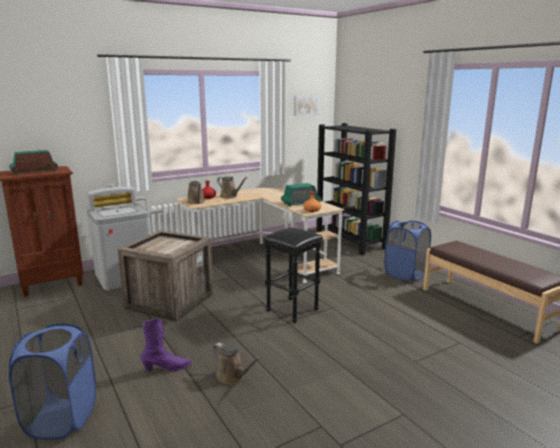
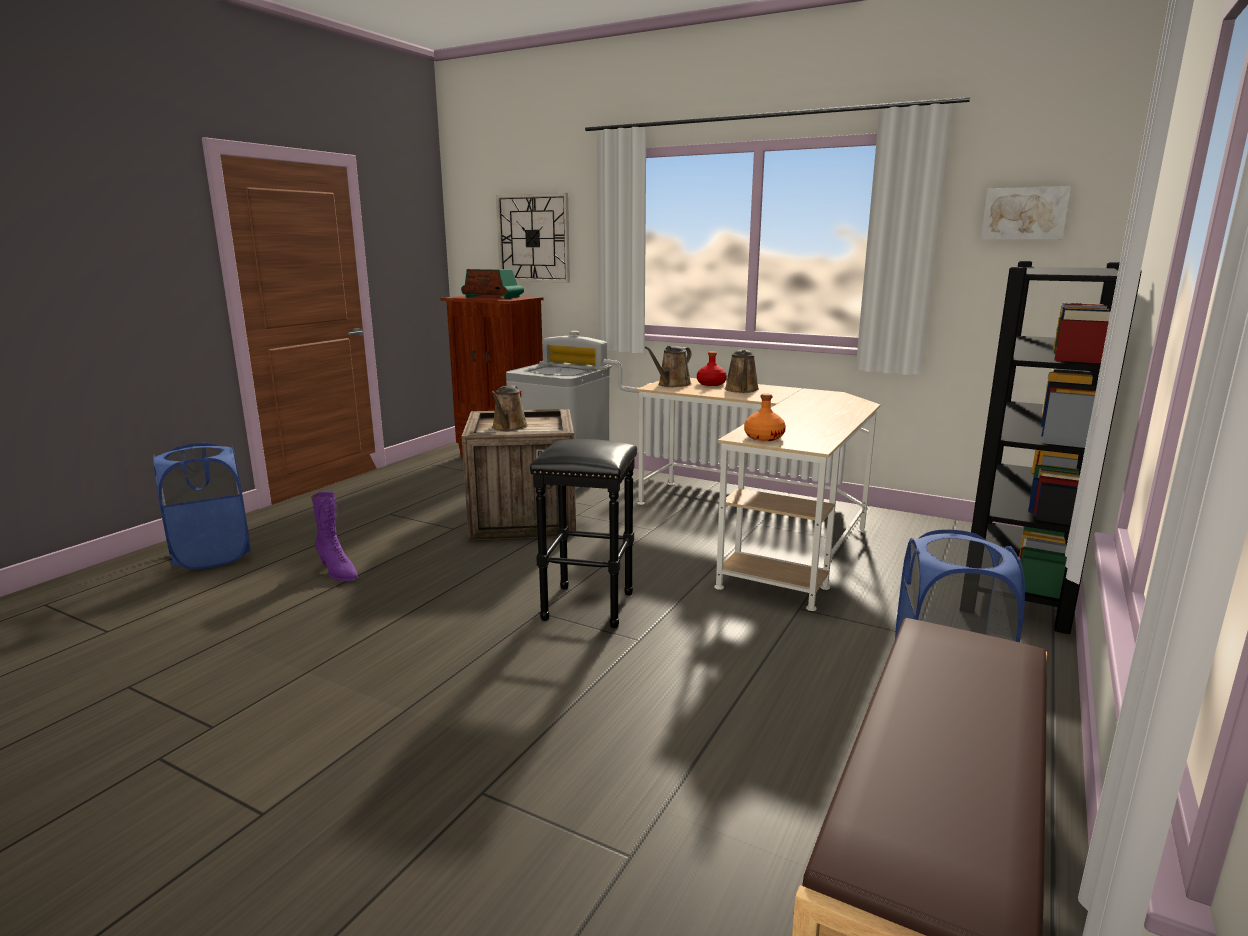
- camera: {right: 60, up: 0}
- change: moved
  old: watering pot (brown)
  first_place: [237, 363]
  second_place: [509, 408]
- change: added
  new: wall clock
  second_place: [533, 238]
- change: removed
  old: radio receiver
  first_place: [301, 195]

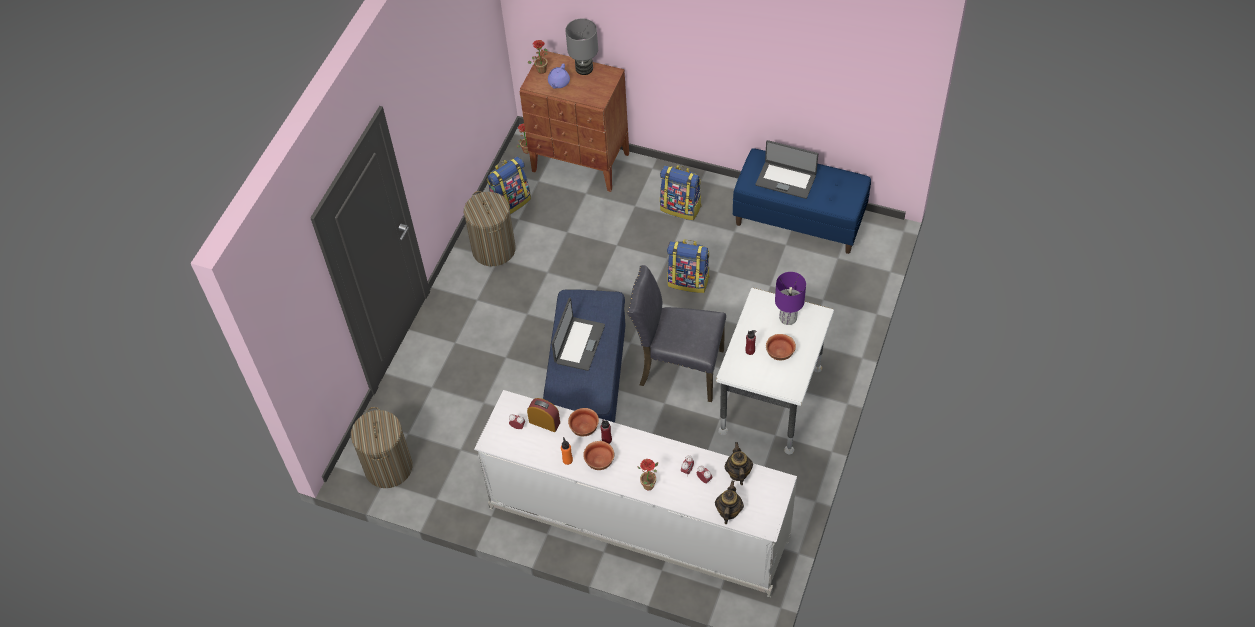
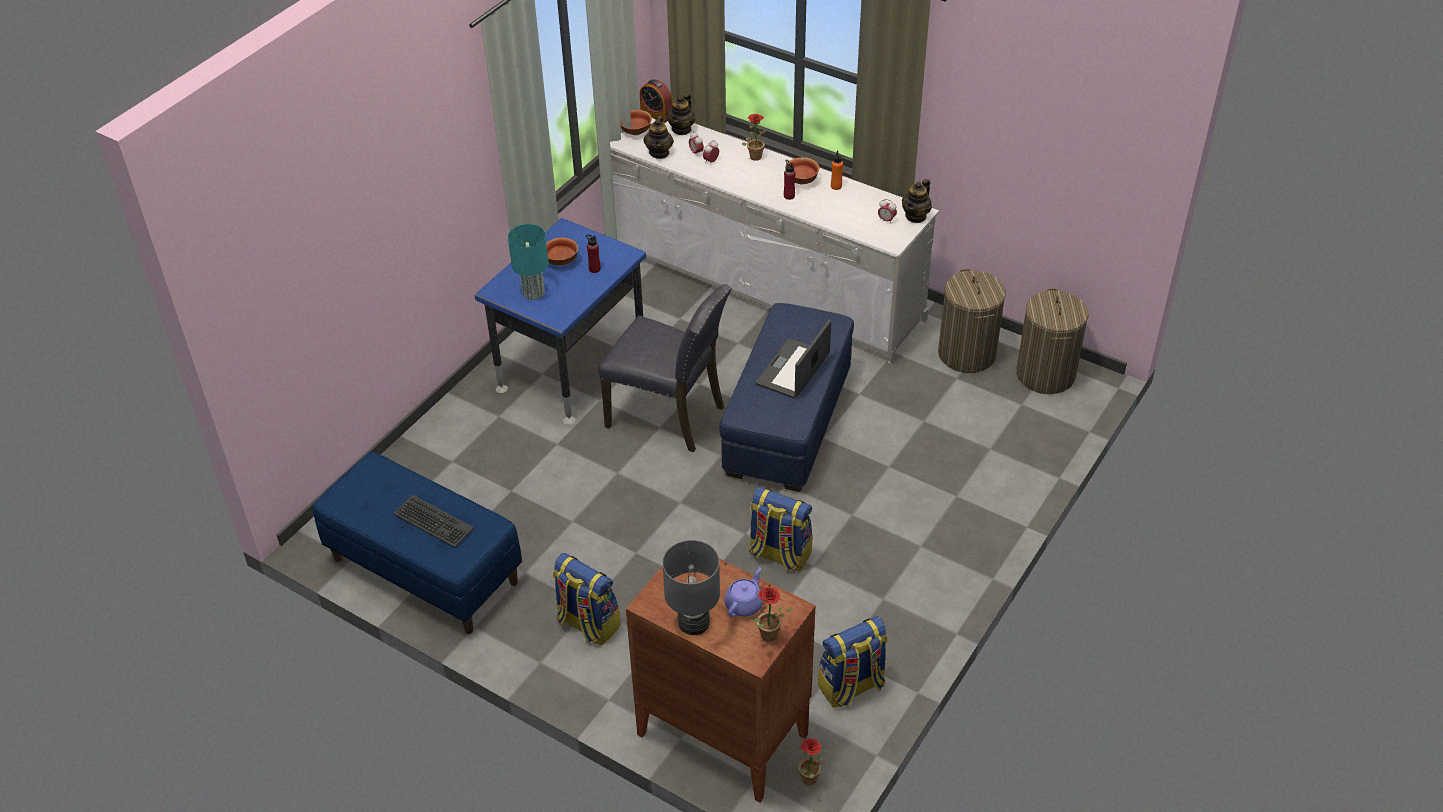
- camera: {right: -170, up: -10}
- change: replaced
  old: portable computer
  new: keyboard
  first_place: [787, 169]
  second_place: [433, 521]
- change: recoloured
  old: desk unit (white-coloured)
  new: desk unit (blue)
  first_place: [775, 371]
  second_place: [560, 321]
- change: recoloured
  old: tabletop lamp (purple)
  new: tabletop lamp (turquoise)
  first_place: [790, 298]
  second_place: [528, 262]
- change: moved
  old: bowl
  first_place: [583, 422]
  second_place: [636, 122]
- change: moved
  old: table clock
  first_place: [543, 415]
  second_place: [656, 101]
- change: moved
  old: backpack
  first_place: [688, 266]
  second_place: [781, 529]
- change: added
  new: pot for tea
  second_place: [917, 201]
- change: moved
  old: washing basket
  first_place: [490, 228]
  second_place: [972, 321]

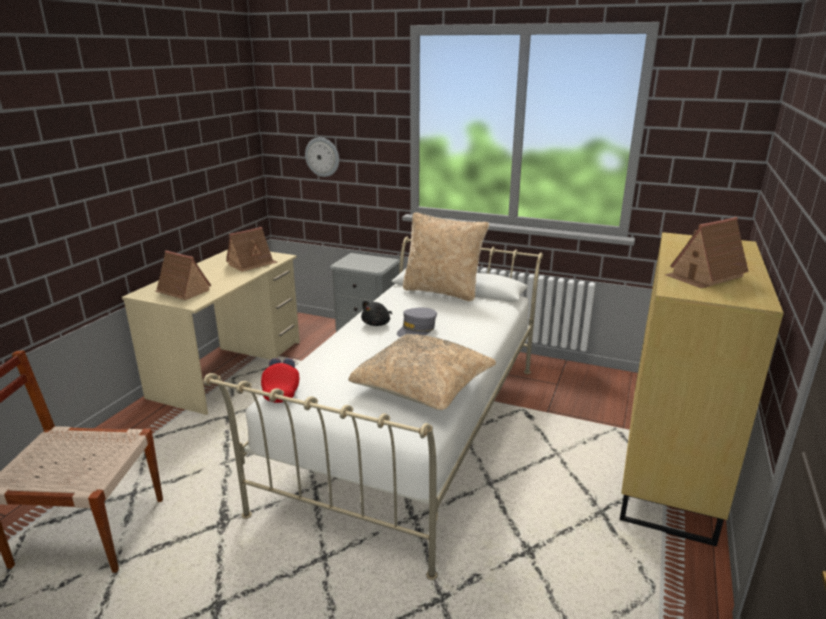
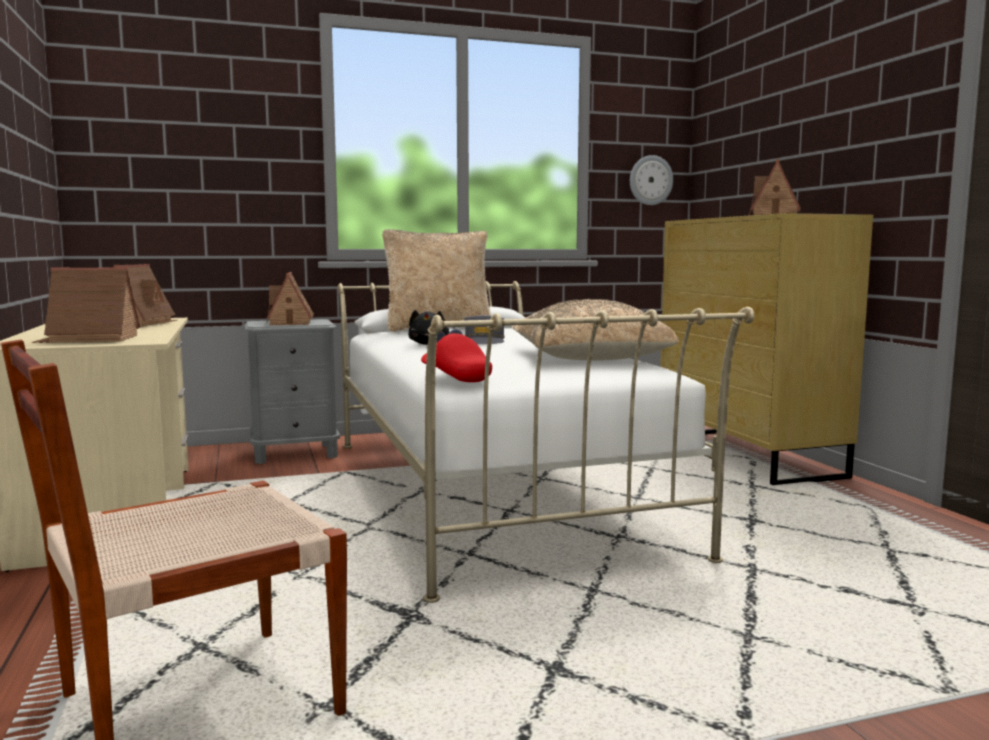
- camera: {right: -40, up: -15}
- change: added
  new: miniature house
  second_place: [290, 298]
- change: moved
  old: wall clock
  first_place: [322, 157]
  second_place: [651, 180]

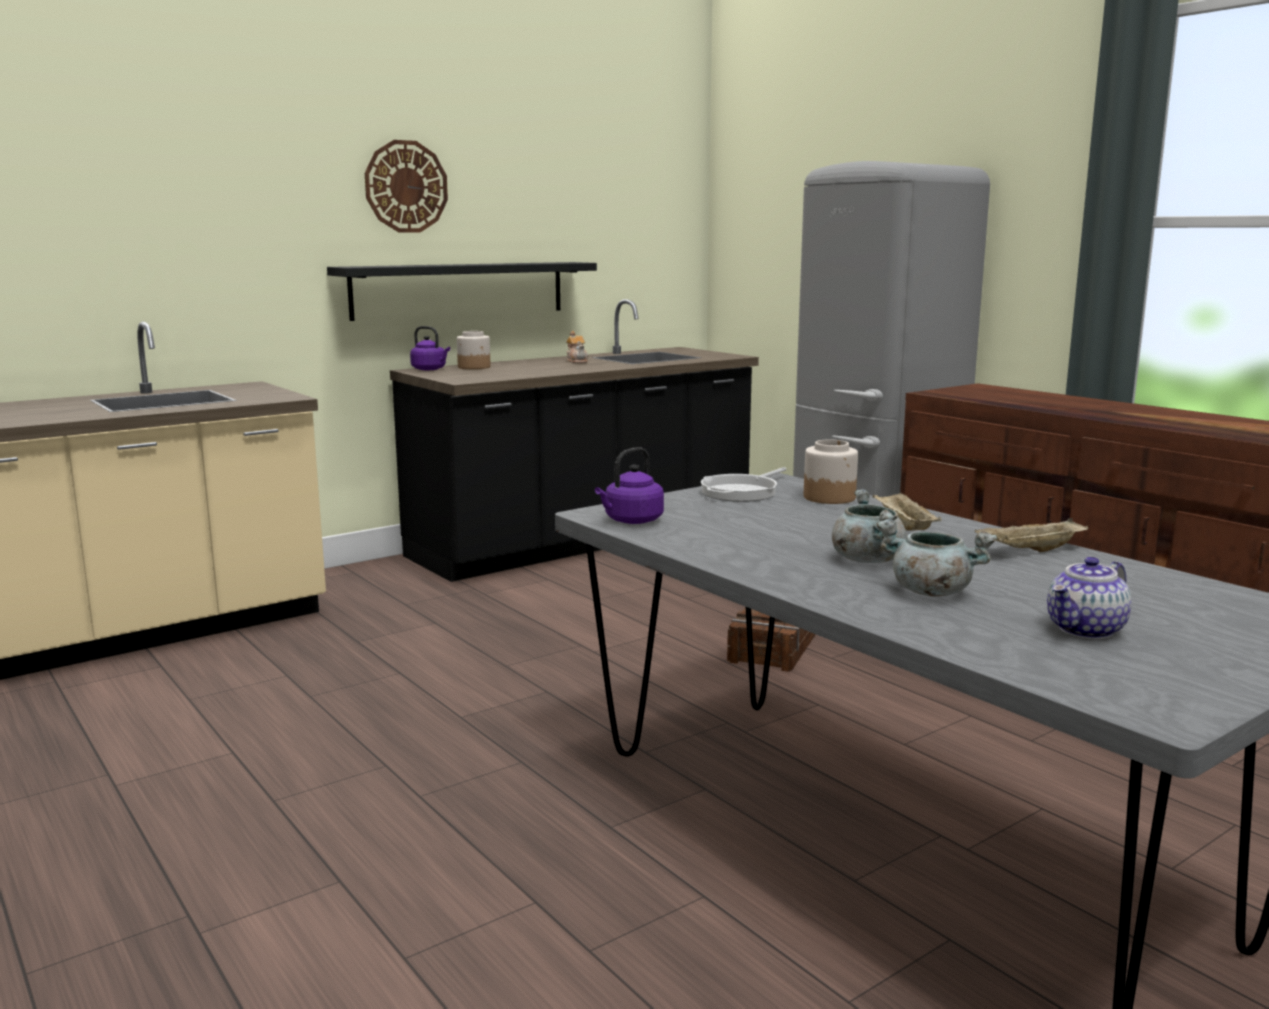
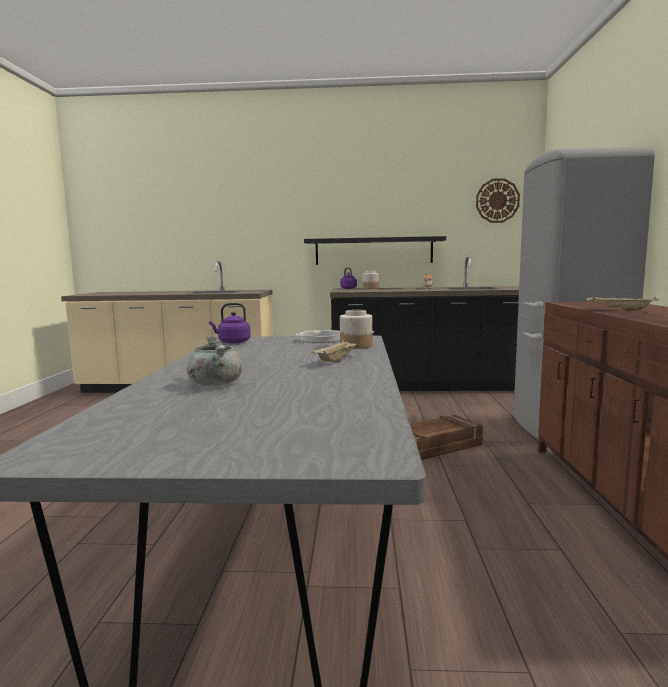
- camera: {right: 40, up: -5}
- change: moved
  old: wall clock
  first_place: [406, 186]
  second_place: [498, 200]
- change: moved
  old: carrying tray (sand-coloured)
  first_place: [1031, 535]
  second_place: [622, 304]
- change: removed
  old: saucepot (greyish)
  first_place: [869, 526]
- change: removed
  old: pot for tea
  first_place: [1089, 598]

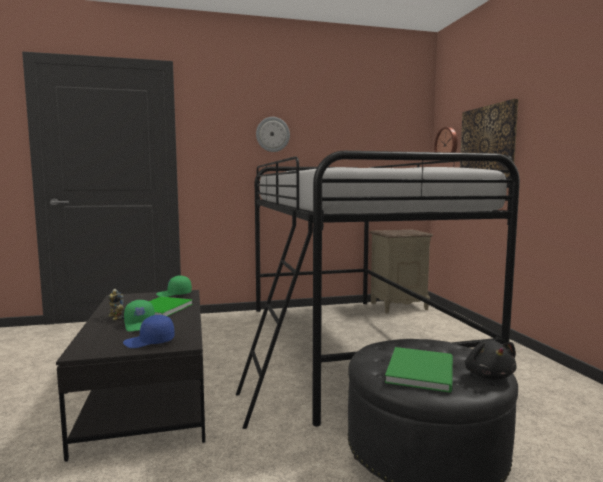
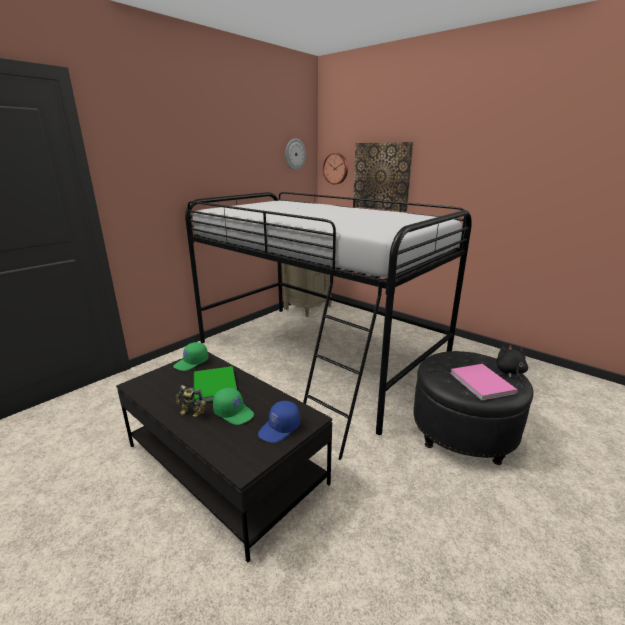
- camera: {right: -35, up: 15}
- change: moved
  old: wall clock
  first_place: [273, 134]
  second_place: [295, 154]
- change: recoloured
  old: volume (green)
  new: volume (pink-coloured)
  first_place: [419, 370]
  second_place: [484, 382]
- change: turned
  old: soft toy (black-coloured)
  first_place: [491, 360]
  second_place: [512, 364]
  degrees: -135

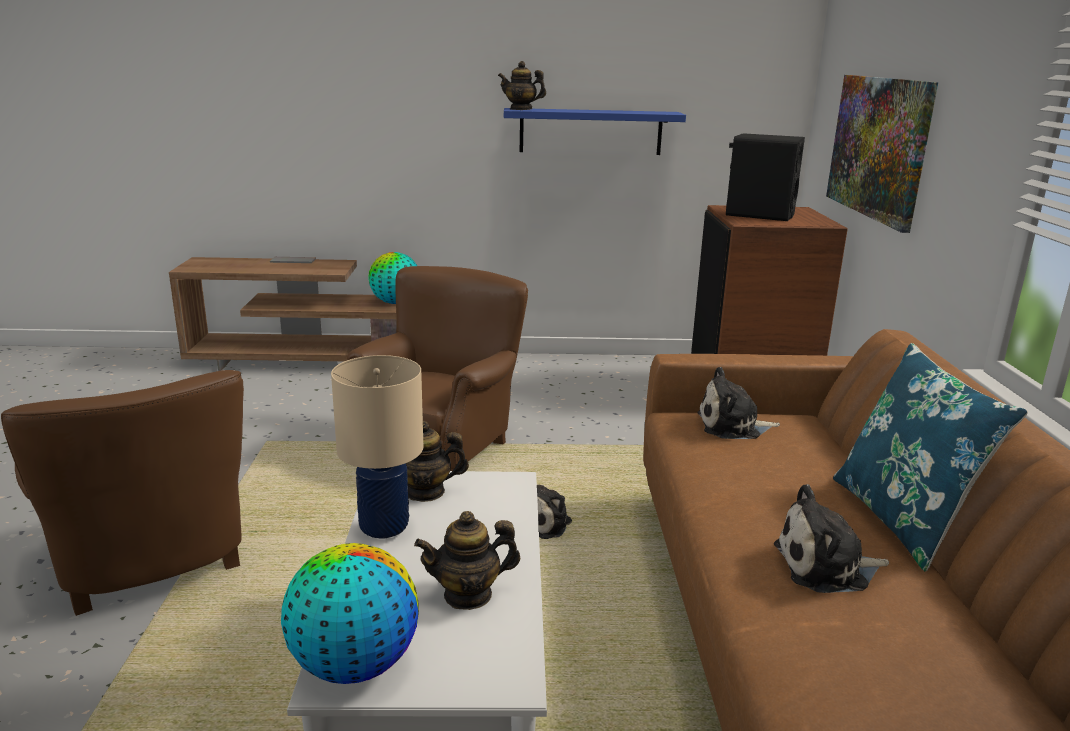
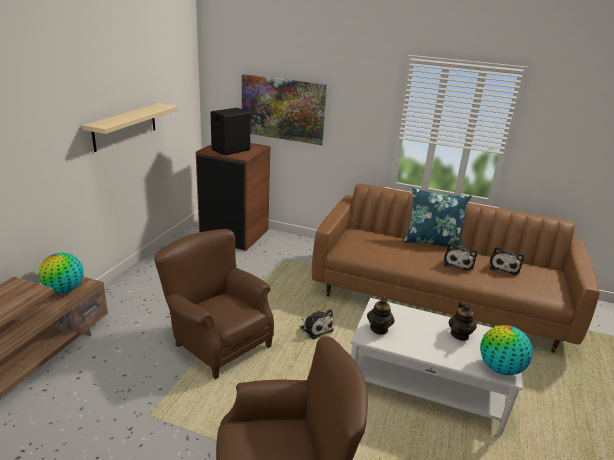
- camera: {right: -70, up: 5}
- change: recoloured
  old: wall shelf (blue)
  new: wall shelf (sand-coloured)
  first_place: [595, 131]
  second_place: [130, 127]
- change: moved
  old: soft toy
  first_place: [738, 403]
  second_place: [506, 261]
- change: removed
  old: tabletop lamp (sand-coloured)
  first_place: [377, 447]
- change: removed
  old: pot for tea
  first_place: [522, 85]

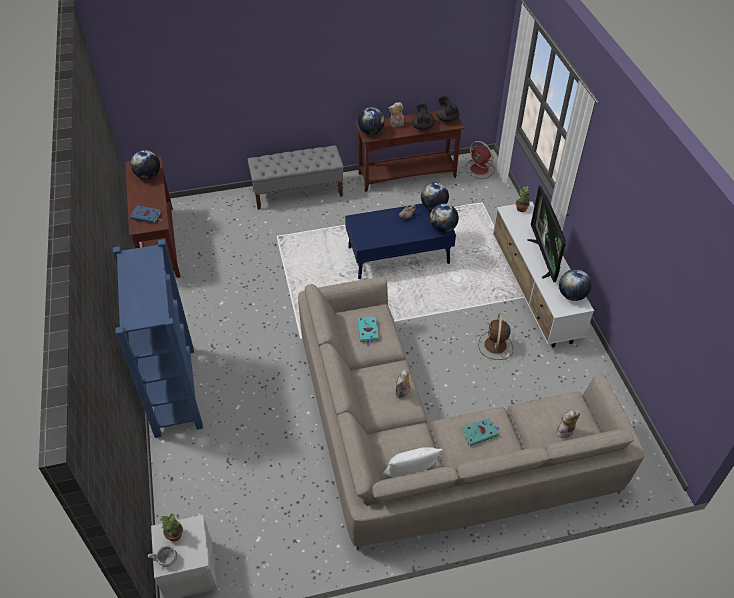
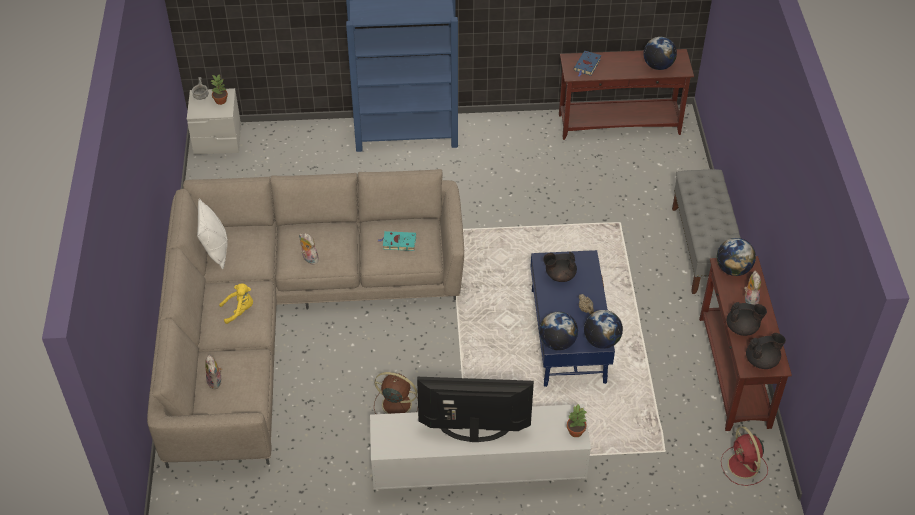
- camera: {right: 100, up: 0}
- change: replaced
  old: volume (turquoise)
  new: soft toy (yellow-coloured)
  first_place: [480, 432]
  second_place: [236, 303]
- change: added
  new: pot for tea (black-coloured)
  second_place: [560, 267]
- change: turned
  old: fan (red-coloured)
  first_place: [480, 160]
  second_place: [744, 456]
  degrees: -75
- change: removed
  old: world globe
  first_place: [575, 285]

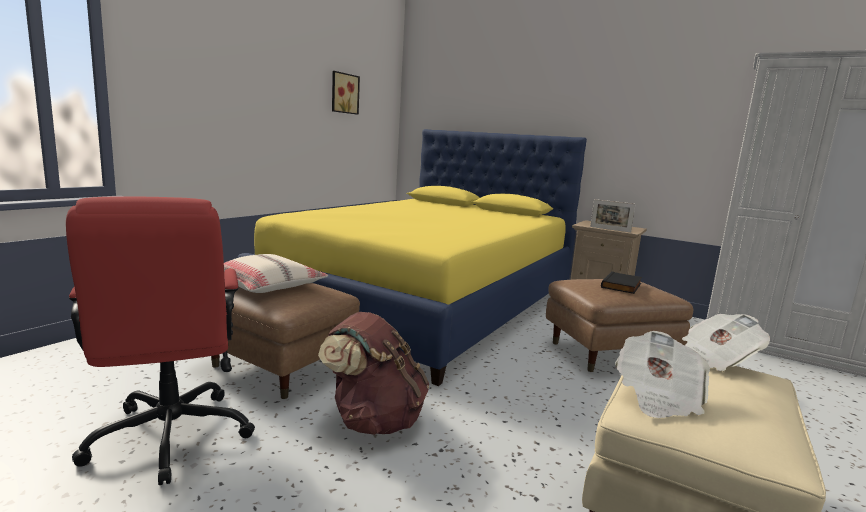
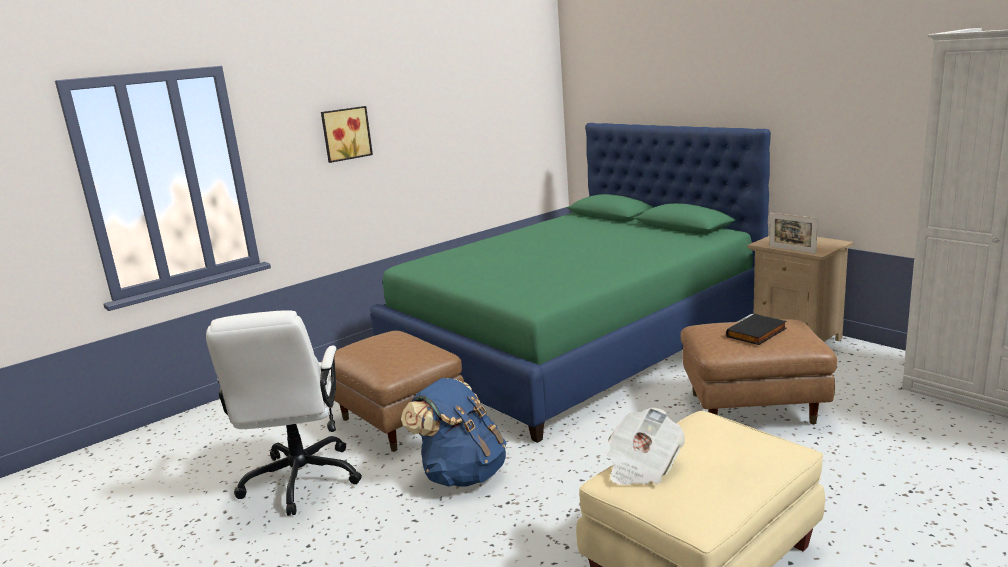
- camera: {right: 20, up: 5}
- change: recoloured
  old: computer chair (red-coloured)
  new: computer chair (white-coloured)
  first_place: [160, 341]
  second_place: [284, 413]
- change: moved
  old: picture
  first_place: [346, 93]
  second_place: [347, 134]
- change: recoloured
  old: sleeping bed (yellow-coloured)
  new: sleeping bed (green)
  first_place: [412, 257]
  second_place: [570, 283]
- change: recoloured
  old: backpack (brown)
  new: backpack (blue)
  first_place: [373, 373]
  second_place: [454, 432]
- change: removed
  old: cushion (sand-coloured)
  first_place: [276, 273]
- change: removed
  old: daily paper
  first_place: [726, 342]

